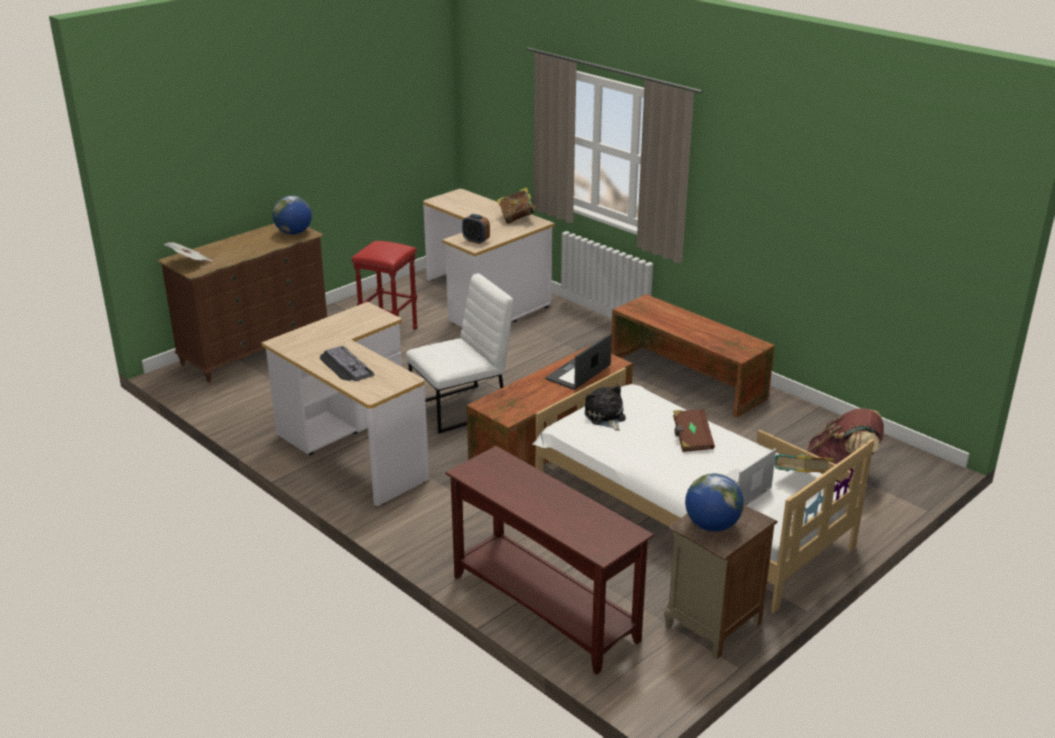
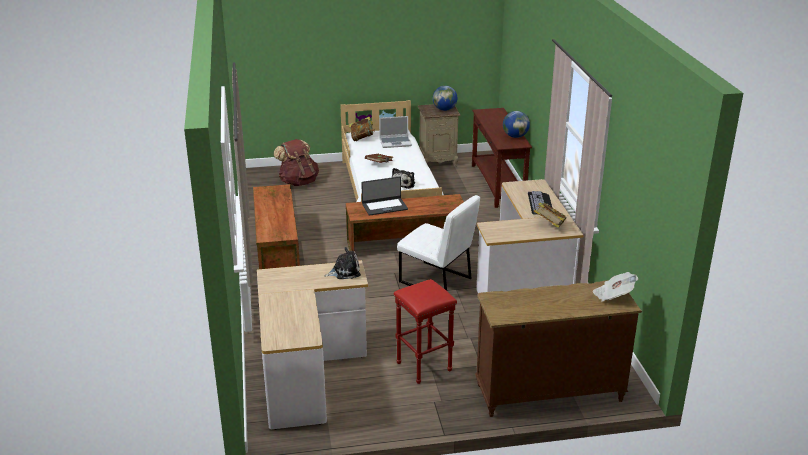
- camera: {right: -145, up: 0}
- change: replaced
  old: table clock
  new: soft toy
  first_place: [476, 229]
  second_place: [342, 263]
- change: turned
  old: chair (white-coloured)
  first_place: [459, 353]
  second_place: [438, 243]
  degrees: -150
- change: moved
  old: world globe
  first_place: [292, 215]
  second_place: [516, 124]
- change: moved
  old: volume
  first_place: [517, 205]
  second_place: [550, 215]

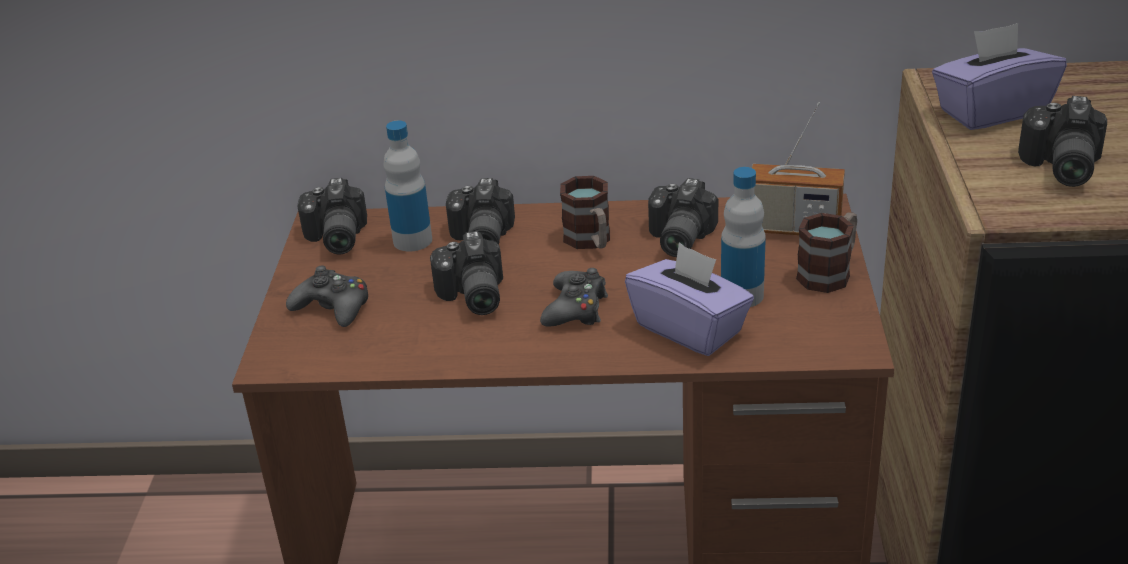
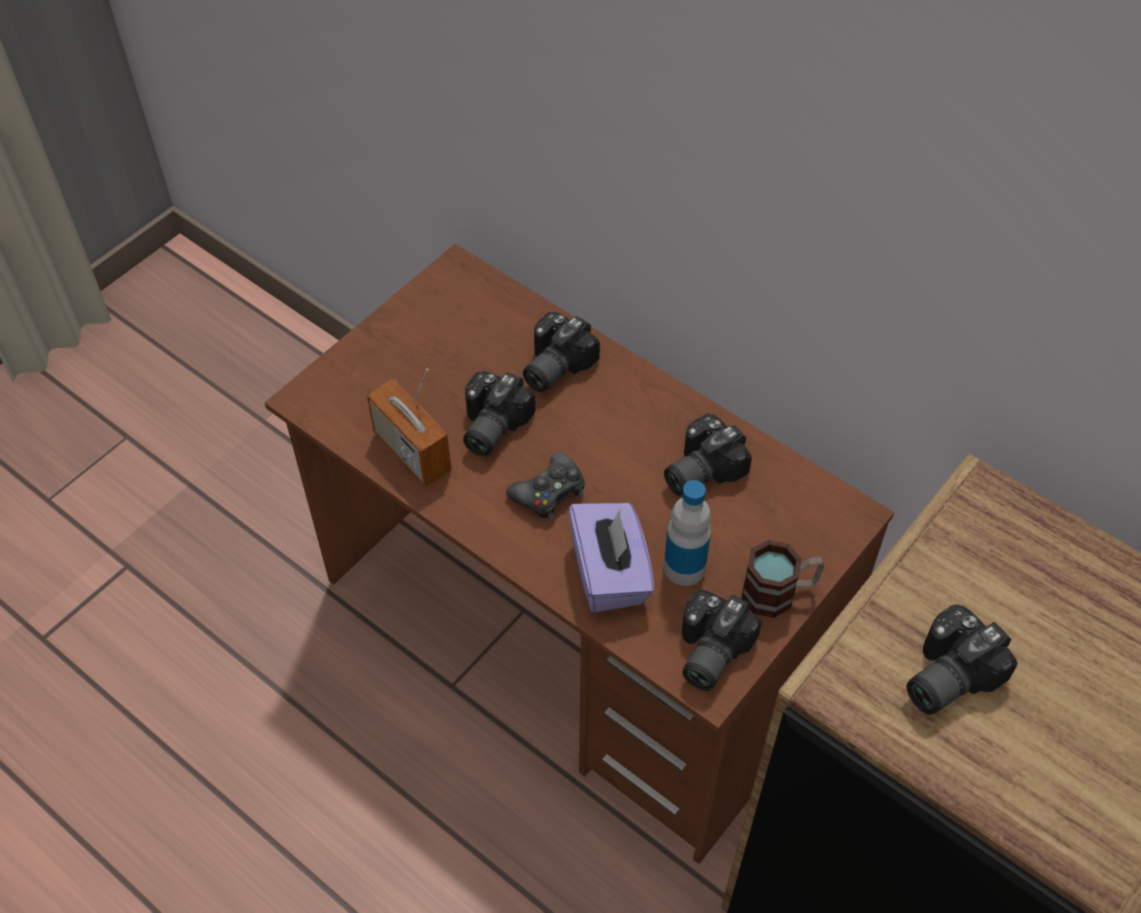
- camera: {right: 35, up: 20}
- change: moved
  old: radio receiver
  first_place: [798, 168]
  second_place: [409, 428]
- change: moved
  old: still camera
  first_place: [332, 216]
  second_place: [722, 640]
- change: removed
  old: joypad (black-coloured)
  first_place: [327, 296]
- change: removed
  old: drink bottle
  first_place: [407, 186]
- change: removed
  old: coffee mug
  first_place: [585, 212]
- change: removed
  old: box of tissues (purple)
  first_place: [999, 76]

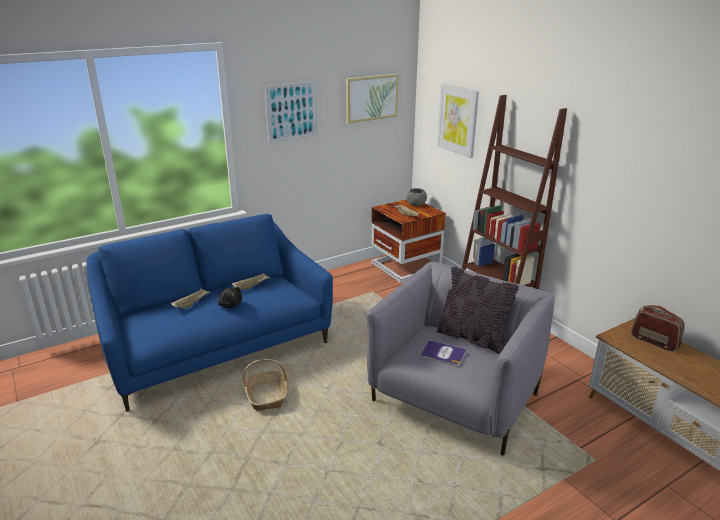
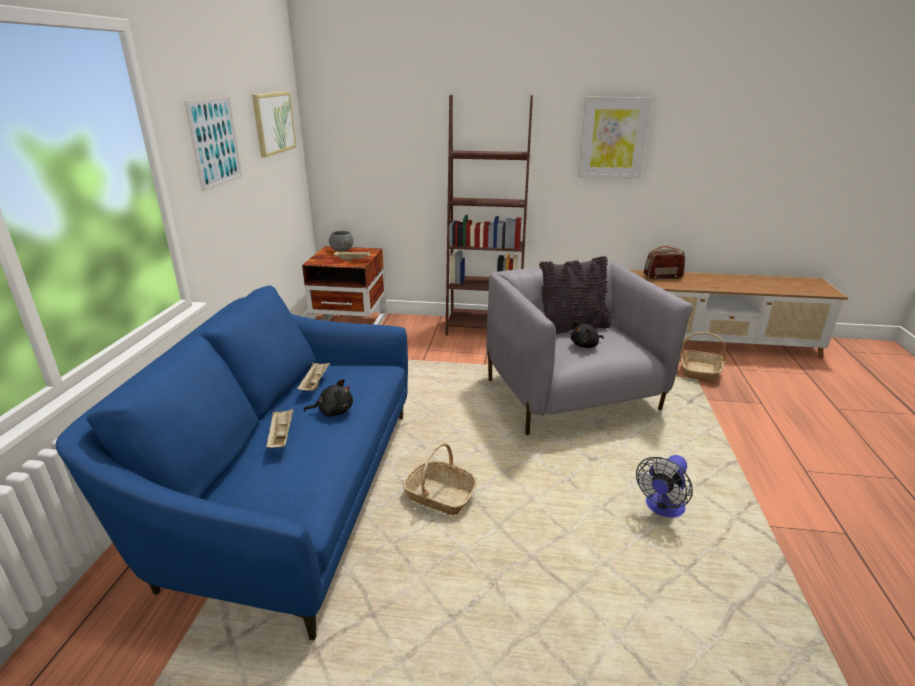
- camera: {right: -50, up: 0}
- change: replaced
  old: volume
  new: soft toy (black-coloured)
  first_place: [444, 353]
  second_place: [587, 334]
- change: moved
  old: picture
  first_place: [458, 120]
  second_place: [615, 138]
- change: added
  new: fan
  second_place: [664, 486]
- change: added
  new: storage basket
  second_place: [703, 357]

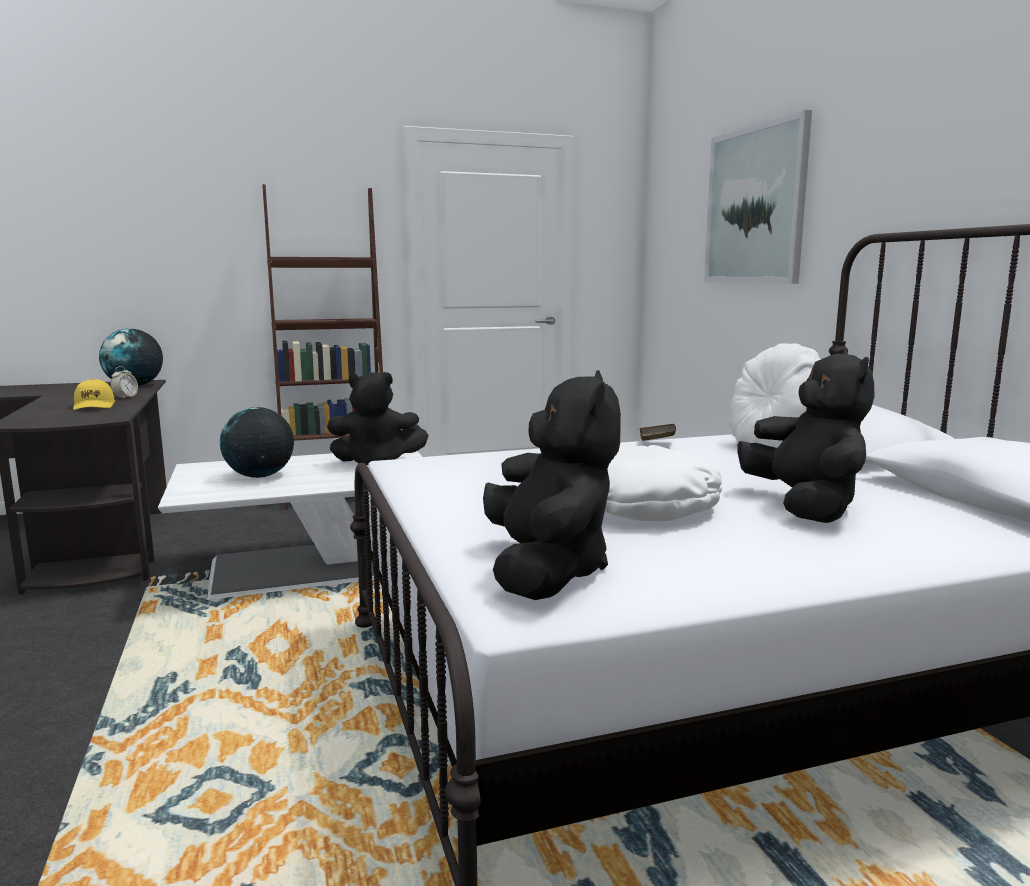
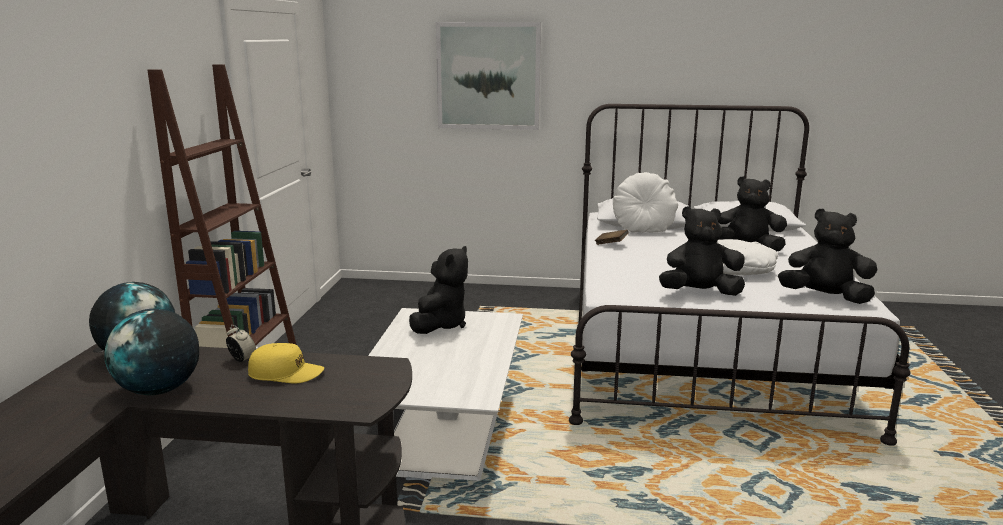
- camera: {right: -65, up: 5}
- change: moved
  old: world globe
  first_place: [257, 442]
  second_place: [151, 352]
- change: added
  new: soft toy (black-coloured)
  second_place: [702, 251]

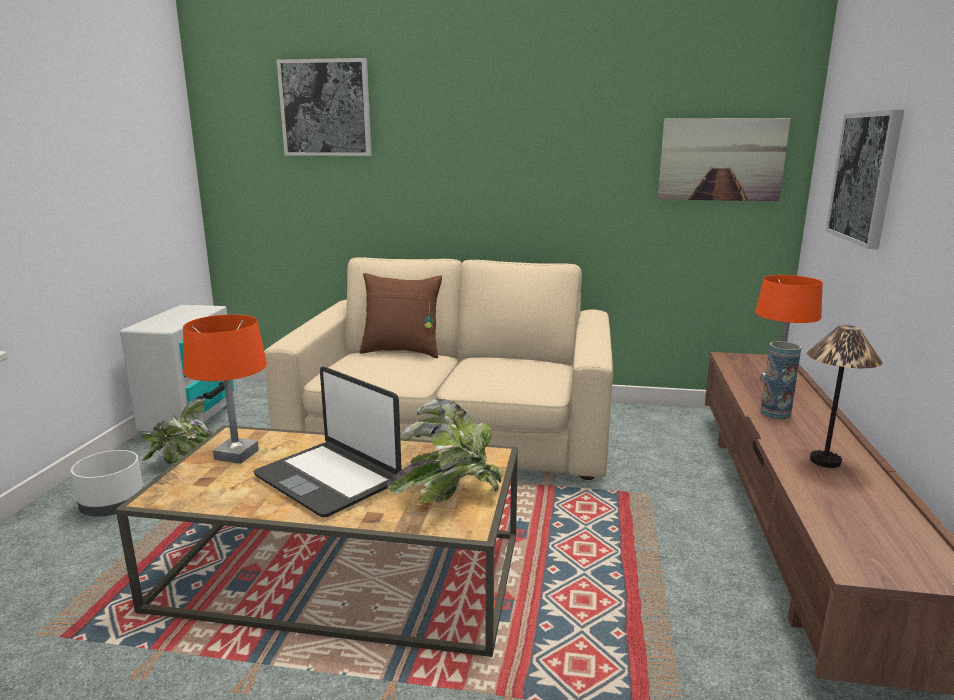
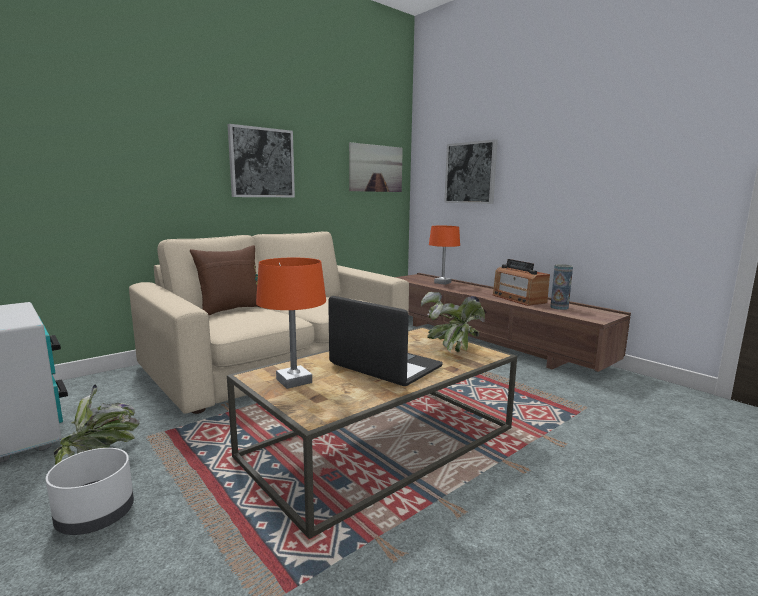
- camera: {right: -50, up: -5}
- change: moved
  old: picture
  first_place: [324, 107]
  second_place: [261, 160]
- change: turned
  old: portable computer
  first_place: [327, 442]
  second_place: [385, 341]
  degrees: -135
- change: replaced
  old: tabletop lamp
  new: radio receiver
  first_place: [845, 396]
  second_place: [521, 282]
- change: moved
  old: flower vase
  first_place: [780, 380]
  second_place: [561, 287]

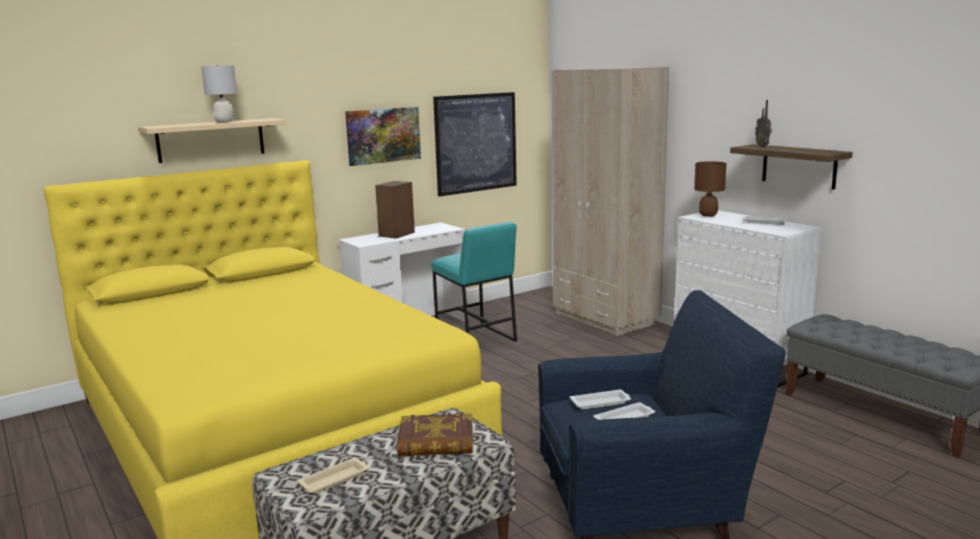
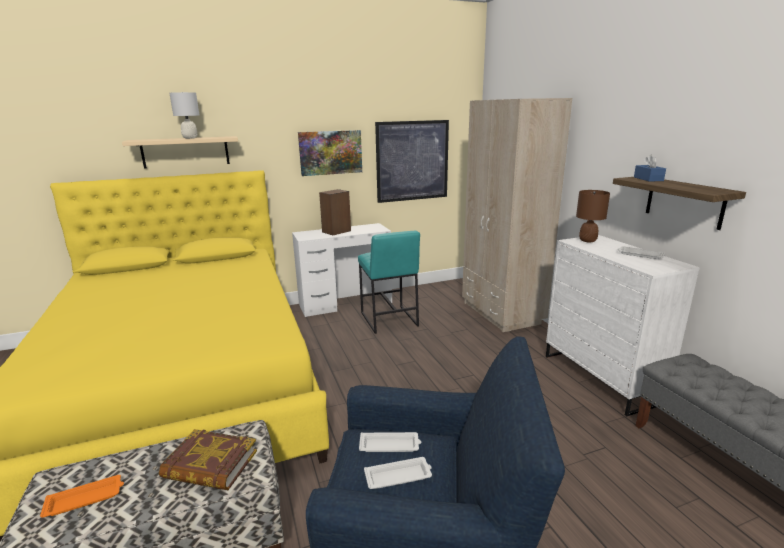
- camera: {right: 15, up: 5}
- change: recoloured
  old: carrying tray (sand-coloured)
  new: carrying tray (orangey)
  first_place: [333, 476]
  second_place: [82, 496]
- change: replaced
  old: radio receiver
  new: box of tissues (blue)
  first_place: [763, 123]
  second_place: [650, 168]

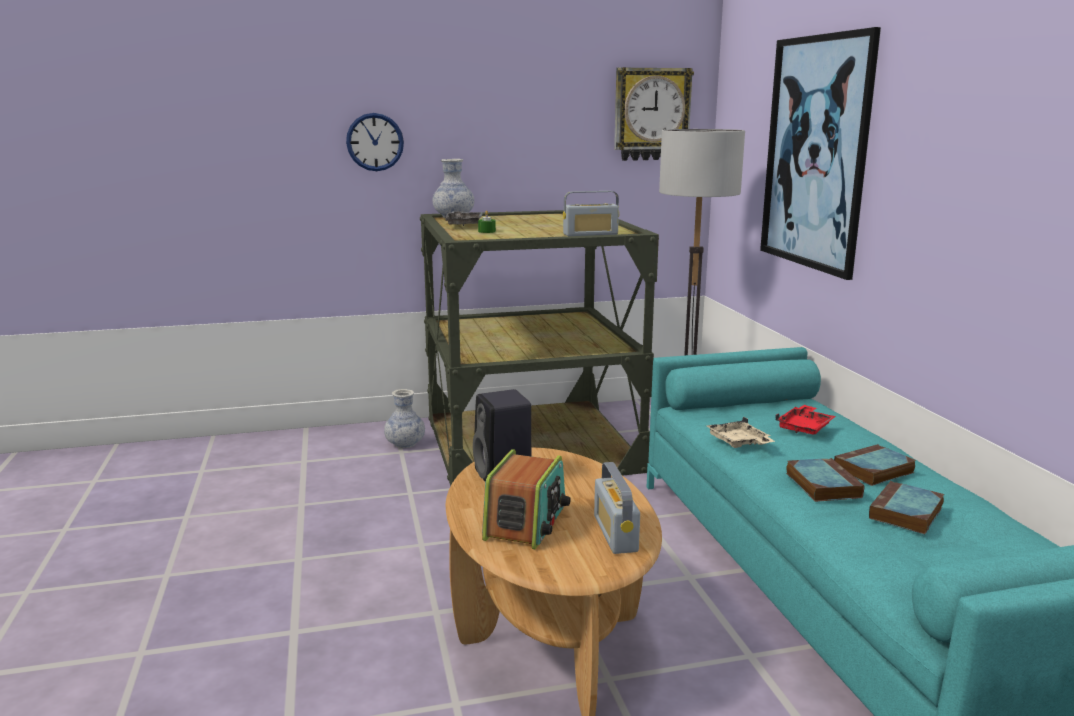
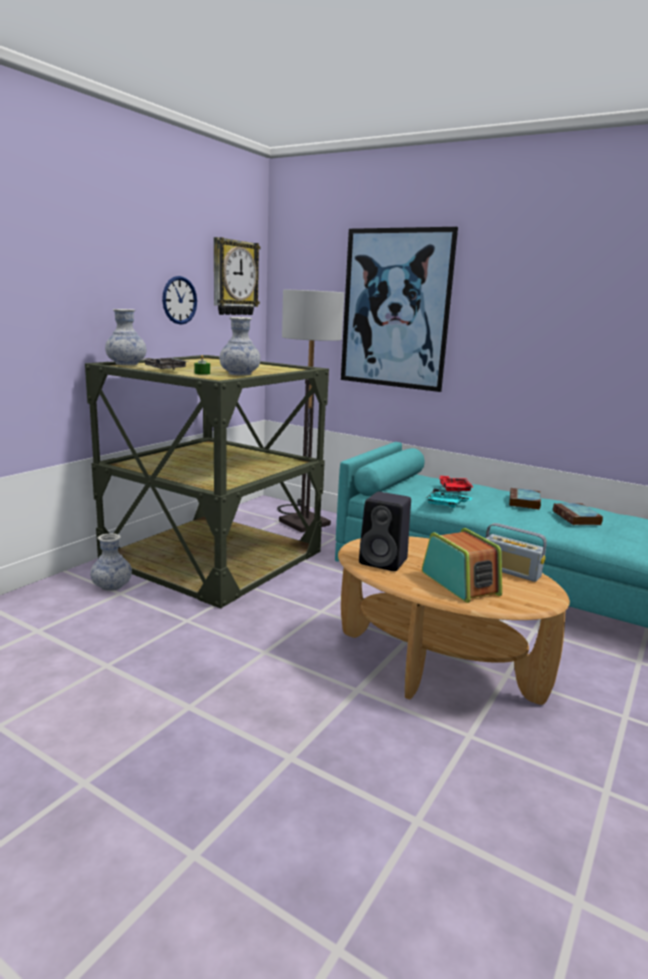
- camera: {right: -45, up: 0}
- change: moved
  old: wall clock
  first_place: [375, 142]
  second_place: [179, 300]
- change: added
  new: flower vase
  second_place: [240, 346]
- change: recoloured
  old: carrying tray (sand-coloured)
  new: carrying tray (turquoise)
  first_place: [740, 432]
  second_place: [448, 498]
- change: removed
  old: radio receiver
  first_place: [591, 213]
- change: removed
  old: volume
  first_place: [825, 480]

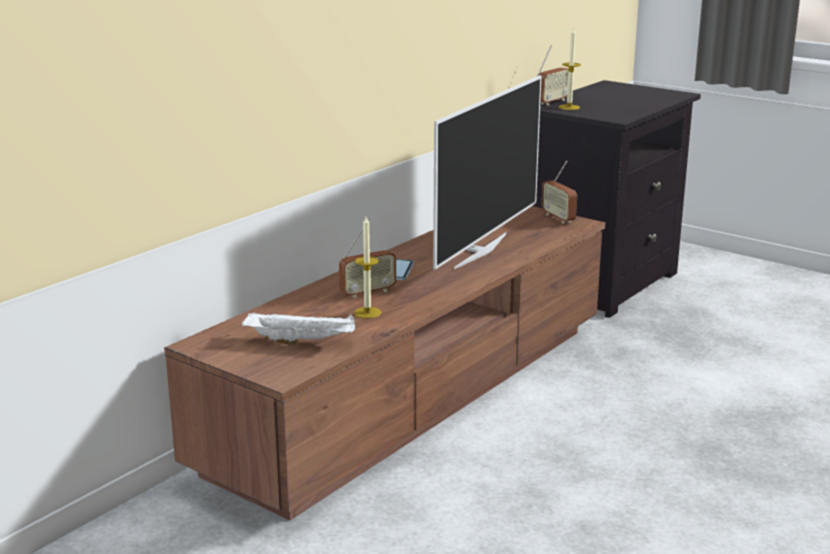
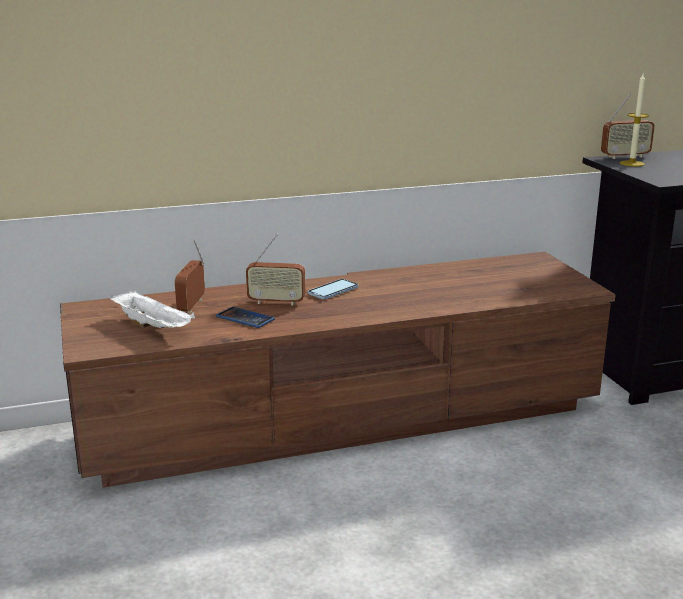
- camera: {right: 35, up: 0}
- change: moved
  old: radio receiver
  first_place: [559, 192]
  second_place: [190, 276]
- change: replaced
  old: wax light
  new: handset
  first_place: [367, 268]
  second_place: [245, 317]
- change: removed
  old: television
  first_place: [487, 172]

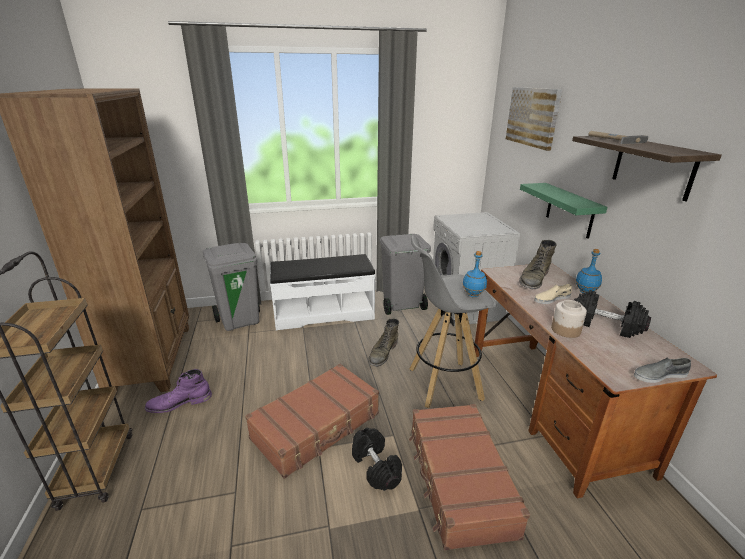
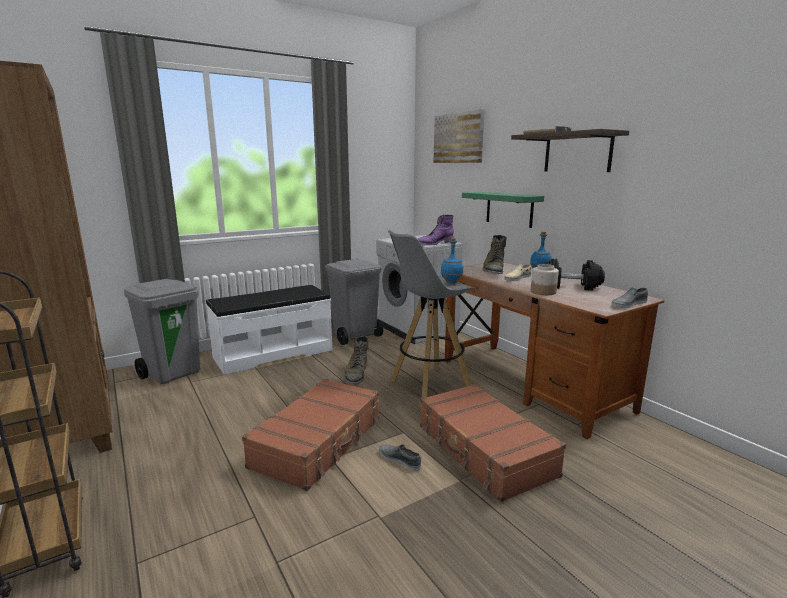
- camera: {right: -20, up: -10}
- change: replaced
  old: hand weight (black-coloured)
  new: low shoe (greyish)
  first_place: [377, 459]
  second_place: [400, 457]
- change: moved
  old: tall boot (purple)
  first_place: [178, 391]
  second_place: [436, 230]

